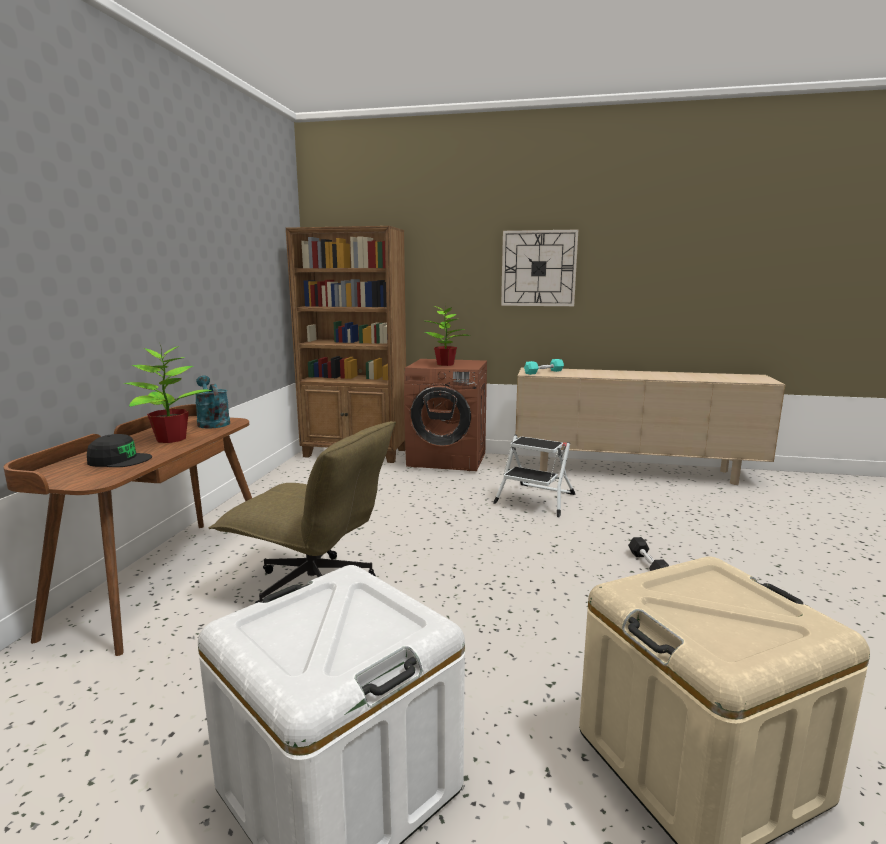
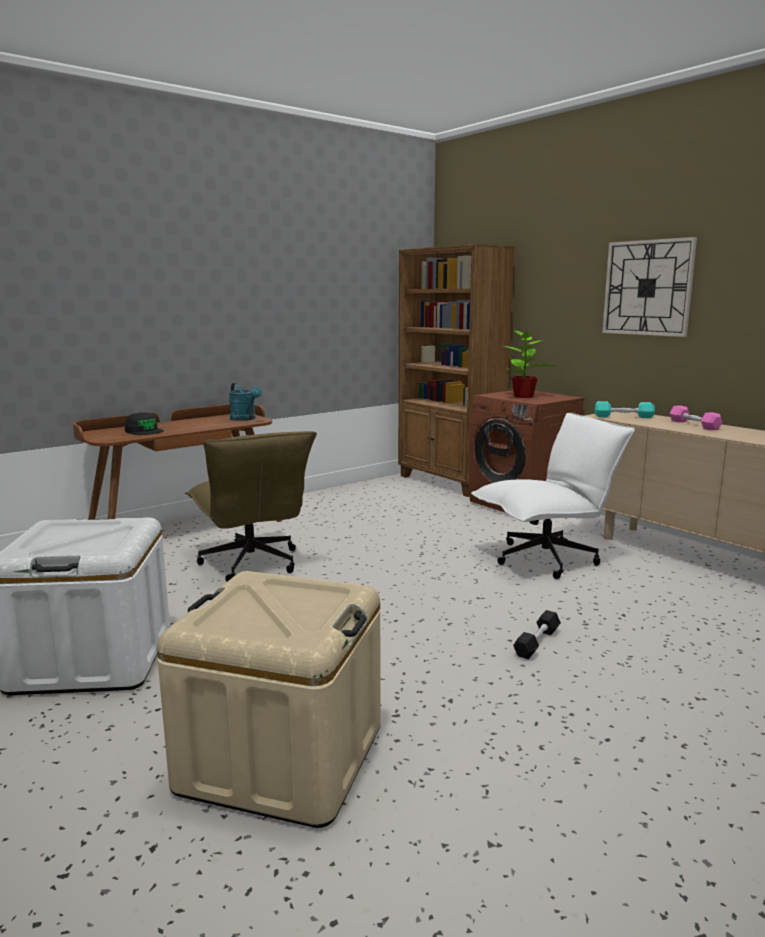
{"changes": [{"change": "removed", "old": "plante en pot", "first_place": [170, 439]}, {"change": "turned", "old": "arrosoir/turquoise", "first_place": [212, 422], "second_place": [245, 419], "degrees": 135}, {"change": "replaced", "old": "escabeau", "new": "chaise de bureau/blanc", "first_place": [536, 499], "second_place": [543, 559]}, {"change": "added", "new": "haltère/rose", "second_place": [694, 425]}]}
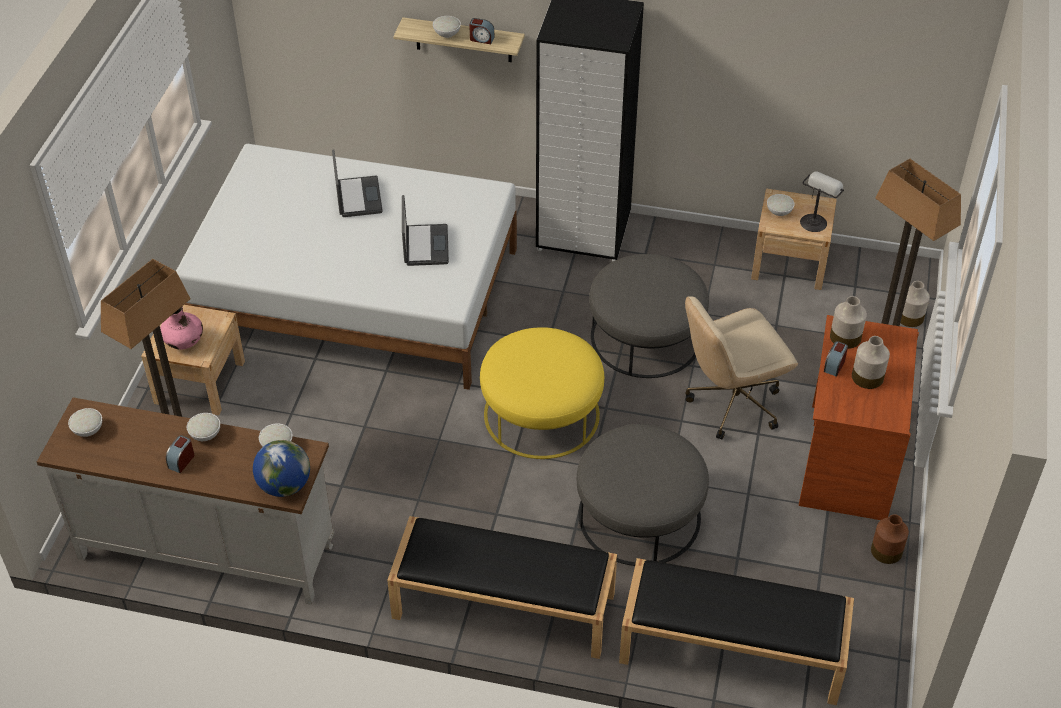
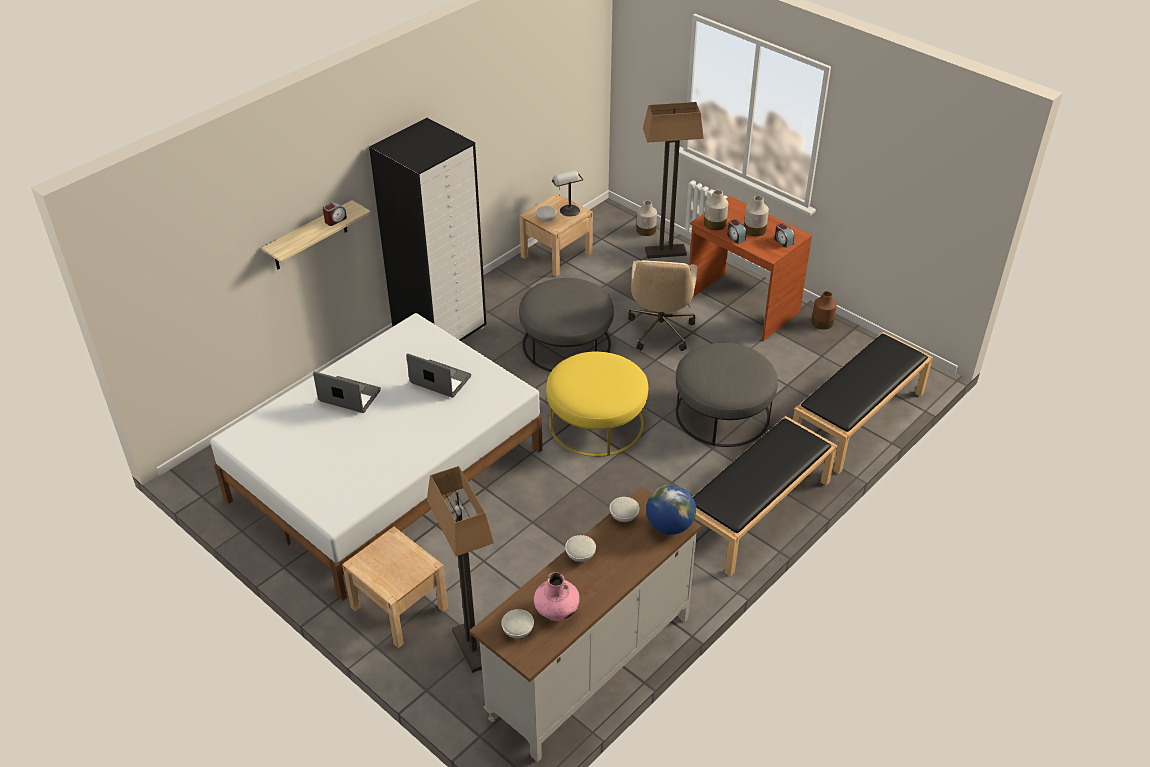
{"changes": [{"change": "moved", "old": "vase/rose", "first_place": [184, 342], "second_place": [556, 610]}, {"change": "moved", "old": "réveil", "first_place": [181, 461], "second_place": [783, 241]}, {"change": "removed", "old": "bol/blanc", "first_place": [446, 34]}]}
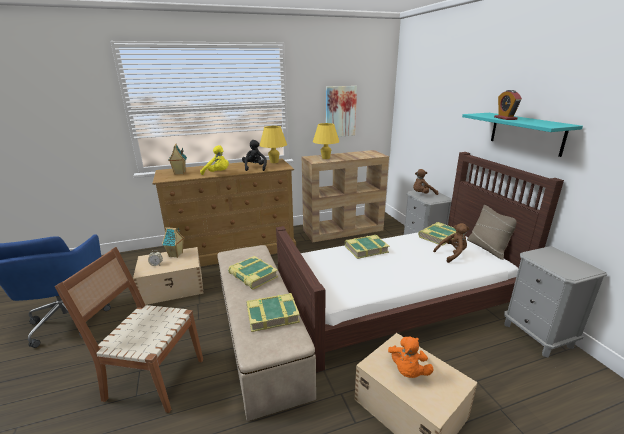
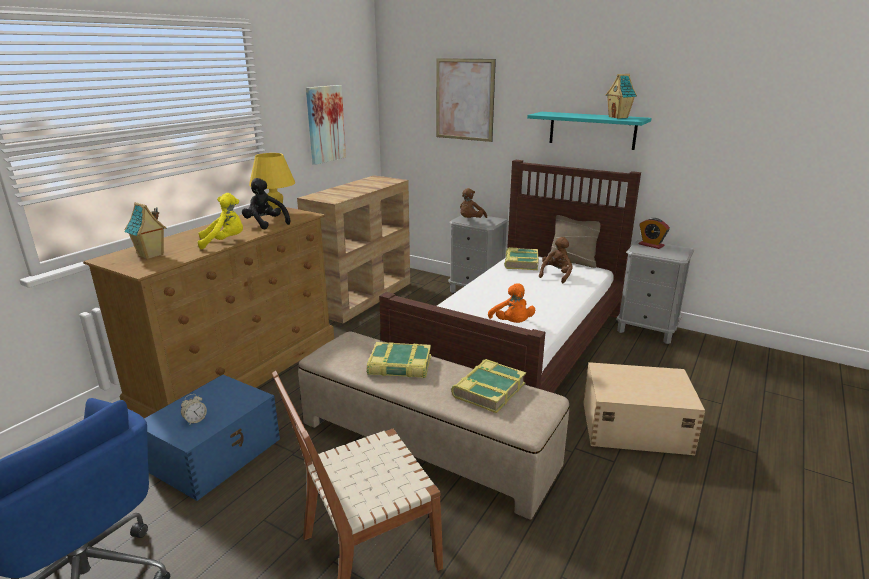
{"changes": [{"change": "recoloured", "old": "boîte de rangement/beige", "new": "boîte de rangement/bleu", "first_place": [173, 287], "second_place": [216, 453]}, {"change": "moved", "old": "maison miniature", "first_place": [176, 255], "second_place": [618, 117]}, {"change": "removed", "old": "lampe de table/jaune", "first_place": [325, 158]}, {"change": "removed", "old": "livre", "first_place": [366, 249]}, {"change": "moved", "old": "peluche/orange", "first_place": [408, 371], "second_place": [512, 324]}, {"change": "moved", "old": "réveil", "first_place": [505, 118], "second_place": [651, 245]}, {"change": "added", "new": "tableau", "second_place": [464, 100]}]}
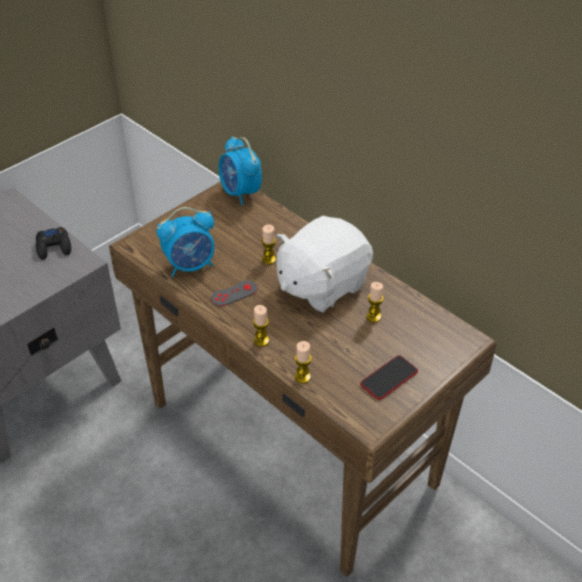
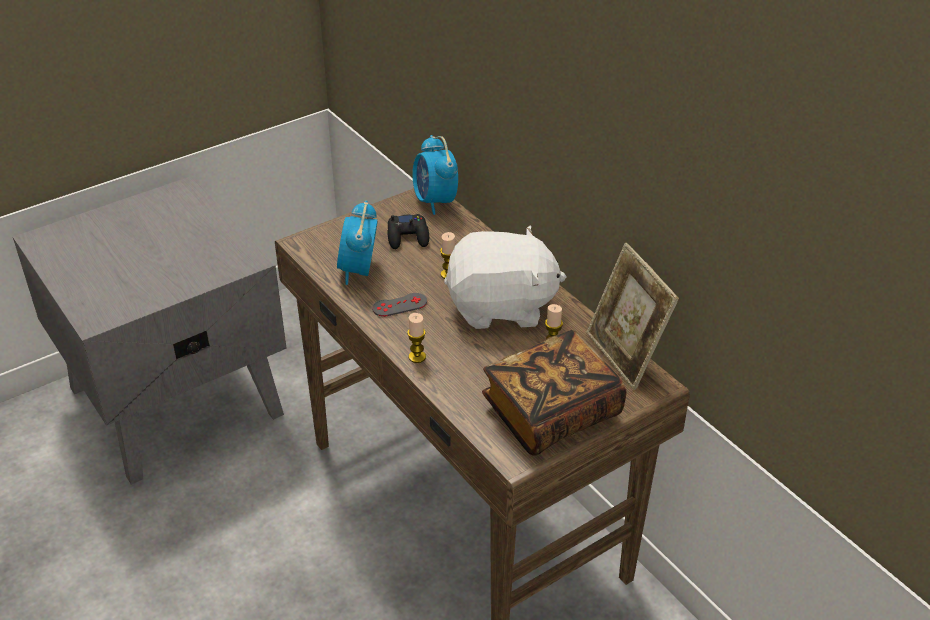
{"changes": [{"change": "moved", "old": "manette/noir", "first_place": [54, 247], "second_place": [408, 236]}, {"change": "turned", "old": "réveil", "first_place": [190, 265], "second_place": [359, 271], "degrees": 105}, {"change": "turned", "old": "peluche/blanc", "first_place": [321, 285], "second_place": [501, 307], "degrees": -150}, {"change": "removed", "old": "bougie", "first_place": [302, 377]}, {"change": "replaced", "old": "téléphone", "new": "livre", "first_place": [389, 378], "second_place": [551, 413]}, {"change": "added", "new": "cadre photo", "second_place": [625, 356]}]}
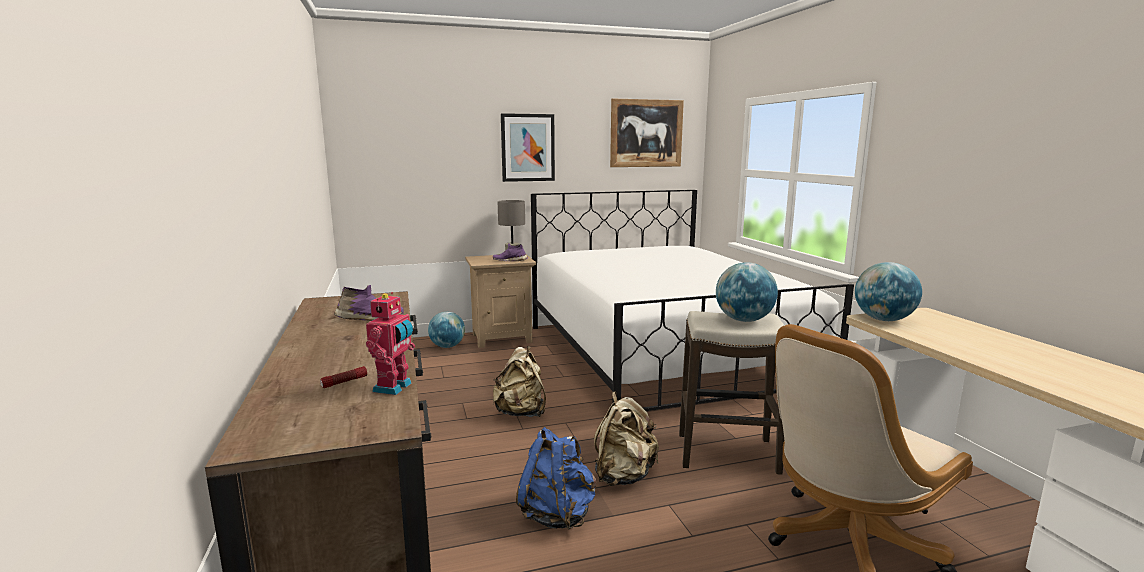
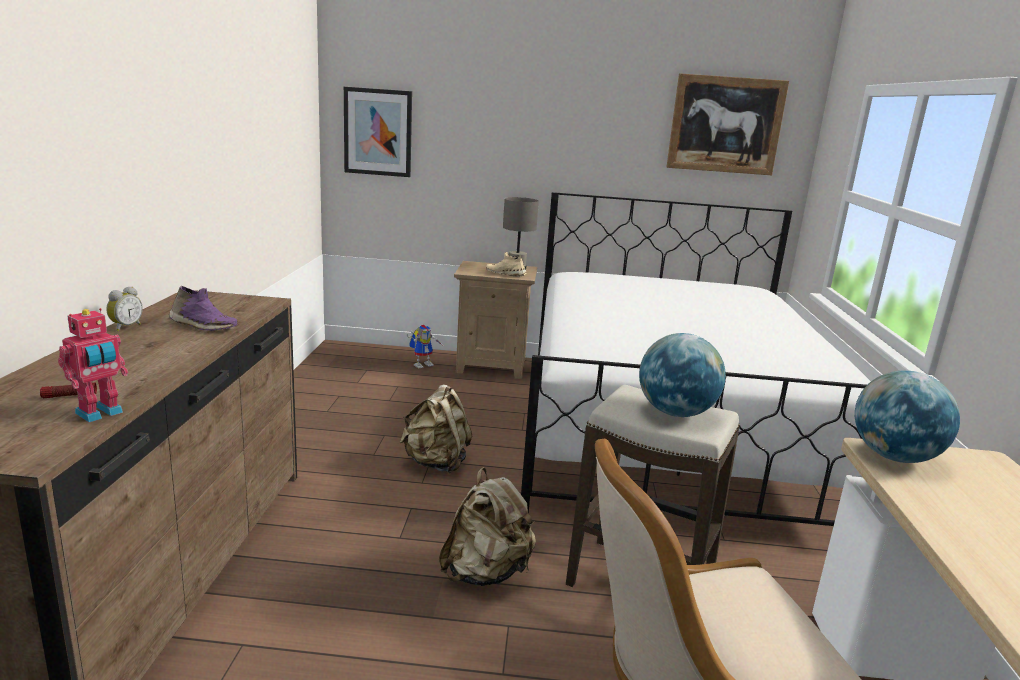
{"changes": [{"change": "replaced", "old": "globe", "new": "robot jouet", "first_place": [447, 346], "second_place": [423, 364]}, {"change": "recoloured", "old": "chaussure/violet", "new": "chaussure/beige", "first_place": [510, 260], "second_place": [506, 274]}, {"change": "moved", "old": "tableau", "first_place": [528, 147], "second_place": [378, 132]}, {"change": "removed", "old": "sac à dos/bleu", "first_place": [557, 514]}, {"change": "added", "new": "réveil", "second_place": [125, 327]}]}
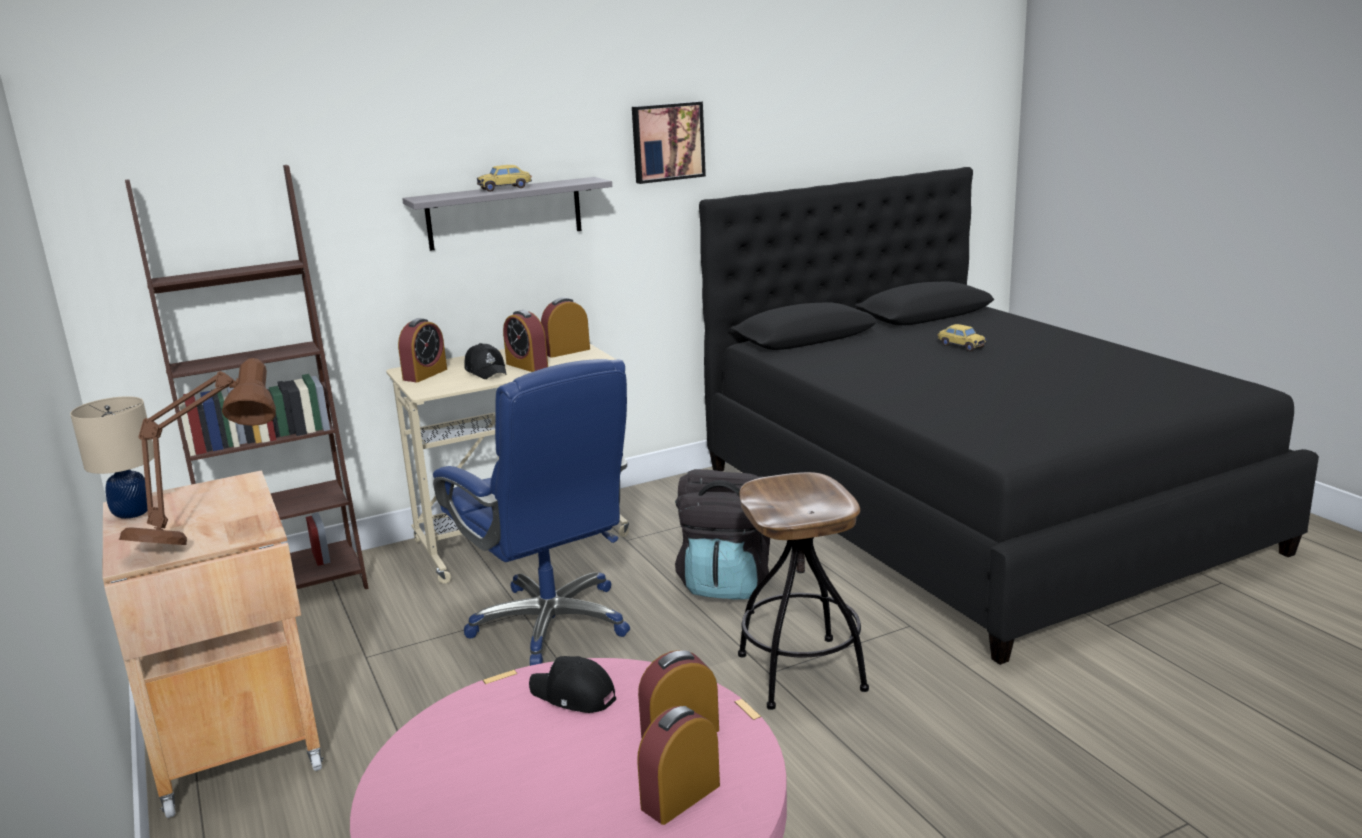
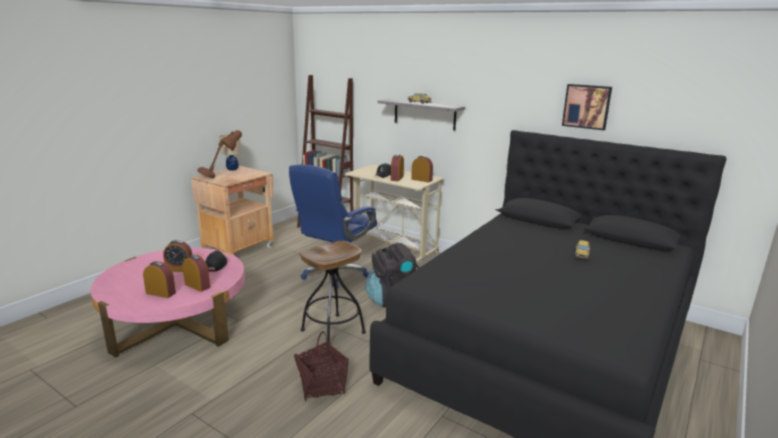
{"changes": [{"change": "moved", "old": "réveil", "first_place": [425, 374], "second_place": [179, 269]}, {"change": "moved", "old": "tableau", "first_place": [667, 142], "second_place": [586, 106]}, {"change": "added", "new": "panier", "second_place": [322, 385]}]}
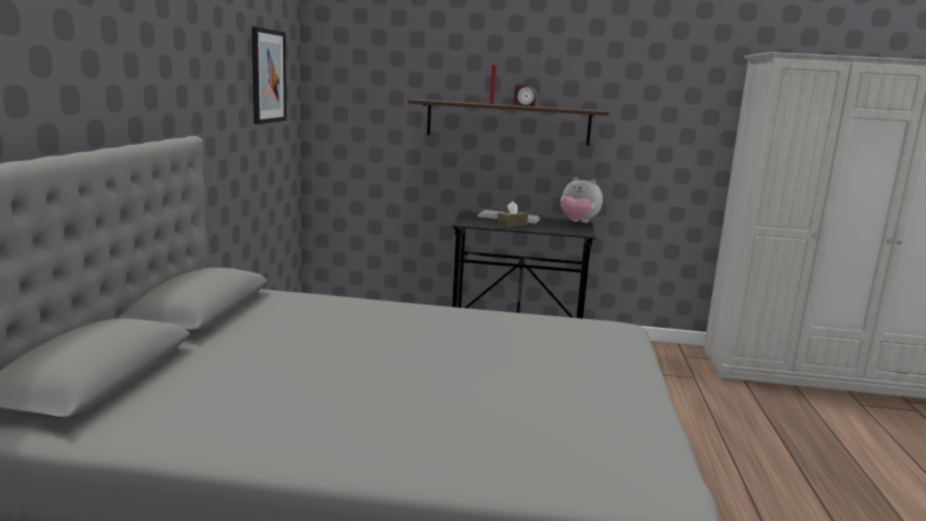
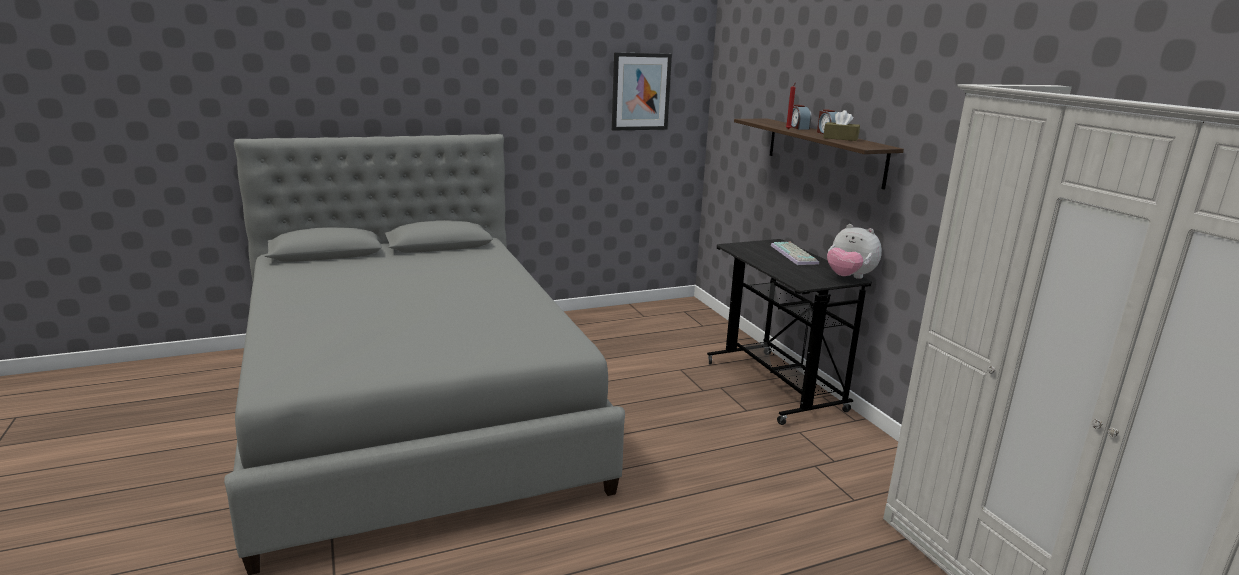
{"changes": [{"change": "moved", "old": "boîte à mouchoirs/marron", "first_place": [512, 225], "second_place": [840, 138]}, {"change": "turned", "old": "peluche", "first_place": [578, 222], "second_place": [849, 277], "degrees": -45}, {"change": "added", "new": "réveil", "second_place": [798, 127]}]}
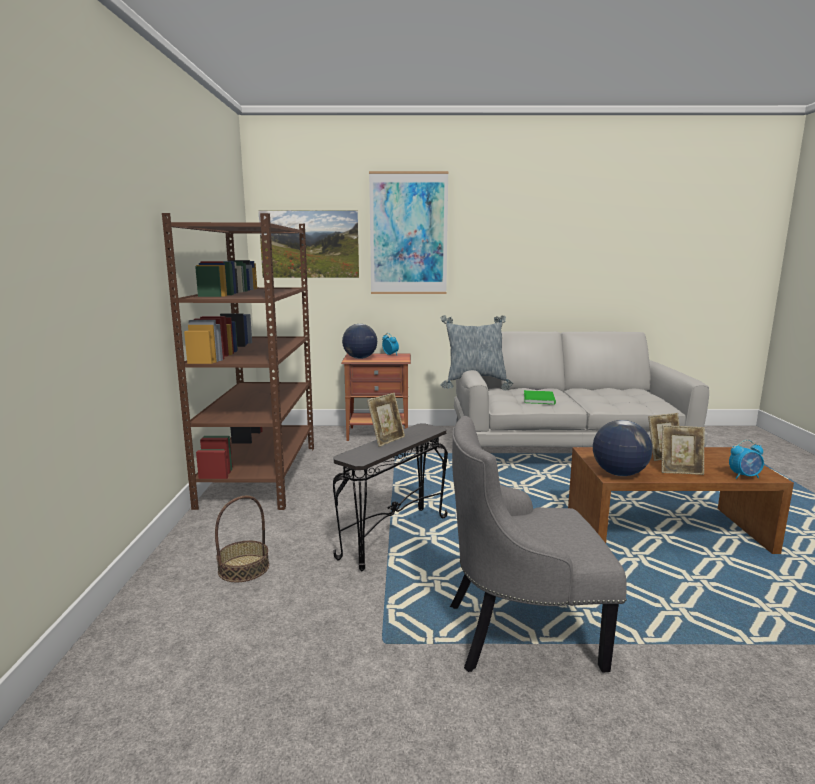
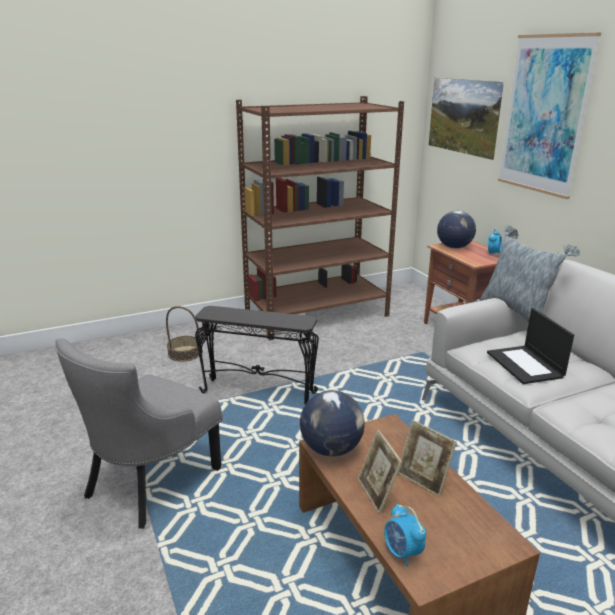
{"changes": [{"change": "removed", "old": "cadre photo", "first_place": [386, 440]}, {"change": "turned", "old": "fauteuil/gris", "first_place": [524, 633], "second_place": [153, 480], "degrees": -120}, {"change": "replaced", "old": "livre/vert", "new": "ordinateur portable", "first_place": [540, 398], "second_place": [525, 365]}]}
